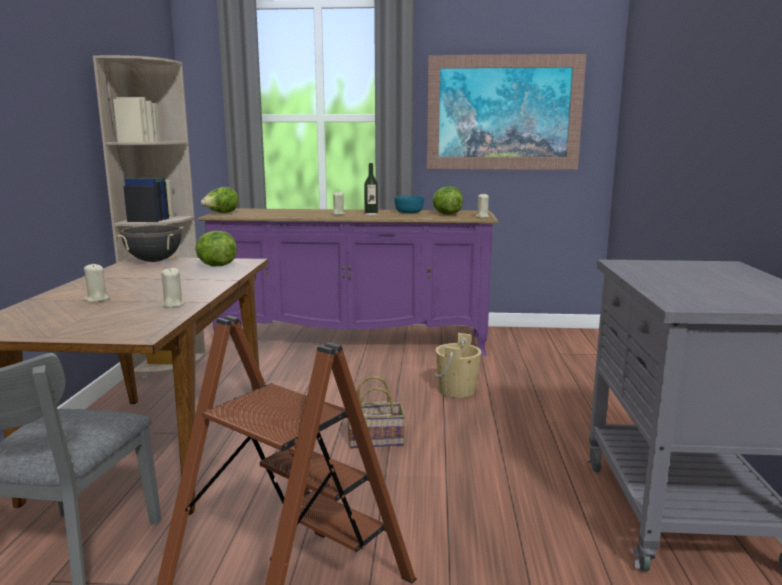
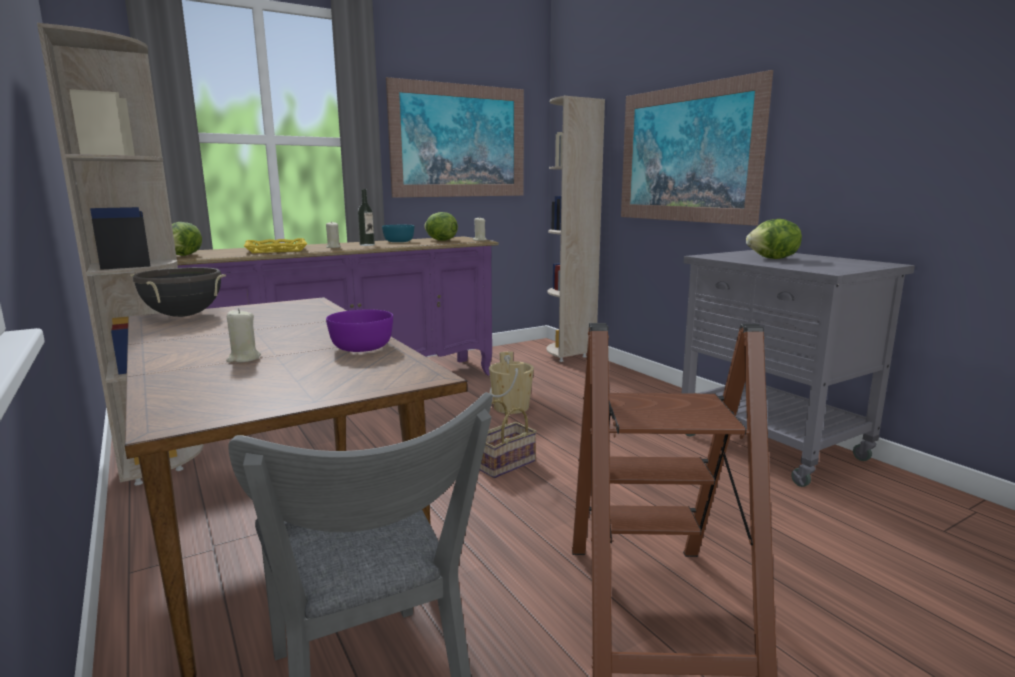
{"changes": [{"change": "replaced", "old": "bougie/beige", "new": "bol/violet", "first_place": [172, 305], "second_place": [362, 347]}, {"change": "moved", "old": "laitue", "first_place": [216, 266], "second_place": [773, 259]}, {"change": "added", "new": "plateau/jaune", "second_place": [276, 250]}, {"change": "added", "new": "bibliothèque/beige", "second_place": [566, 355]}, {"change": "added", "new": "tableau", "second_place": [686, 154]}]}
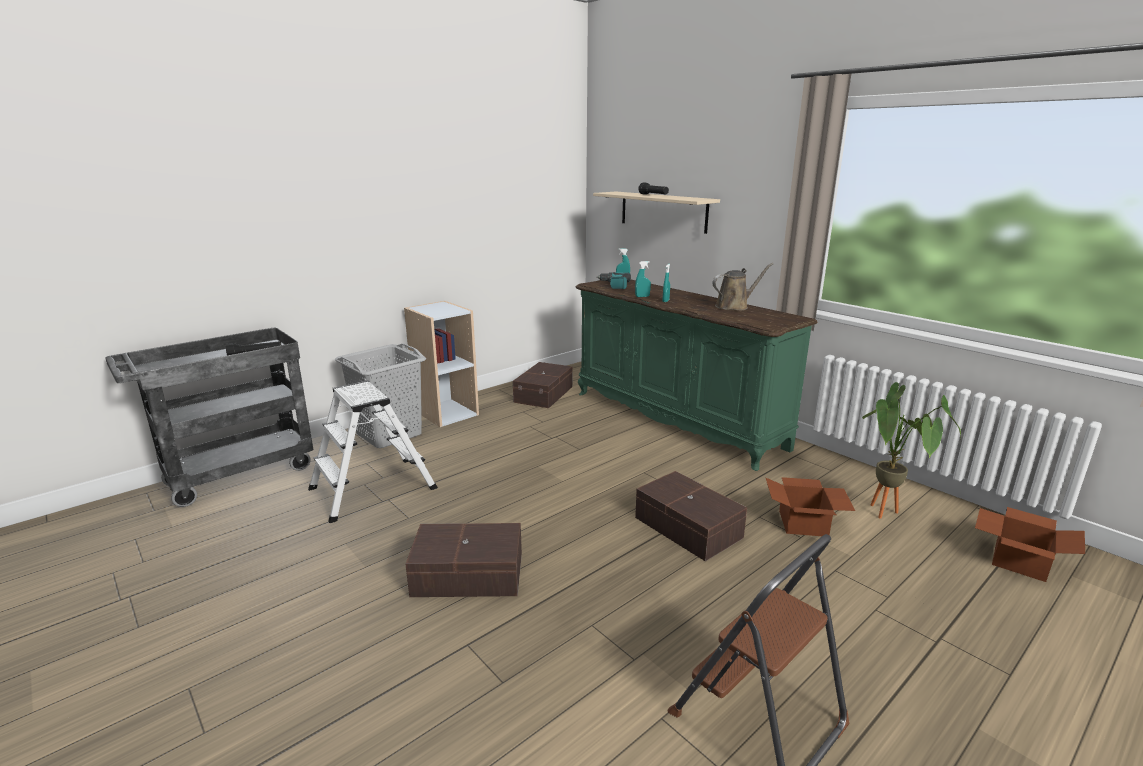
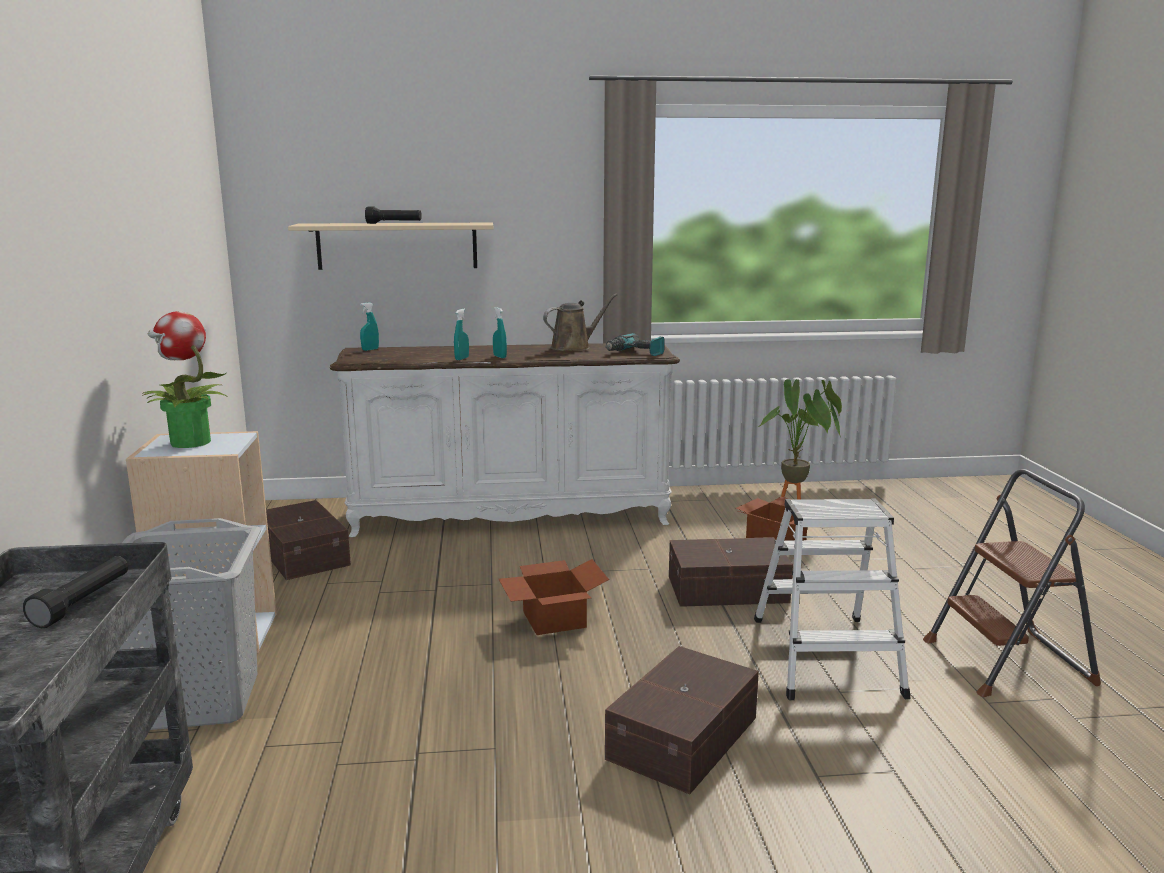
{"changes": [{"change": "moved", "old": "escabeau/blanc", "first_place": [373, 488], "second_place": [825, 655]}, {"change": "recoloured", "old": "meuble de rangement/vert", "new": "meuble de rangement/blanc", "first_place": [673, 420], "second_place": [511, 517]}, {"change": "moved", "old": "perceuse", "first_place": [614, 285], "second_place": [635, 353]}, {"change": "turned", "old": "arrosoir/marron", "first_place": [734, 306], "second_place": [574, 347], "degrees": 45}, {"change": "moved", "old": "carton", "first_place": [1017, 560], "second_place": [552, 619]}, {"change": "added", "new": "plante en pot", "second_place": [189, 442]}]}
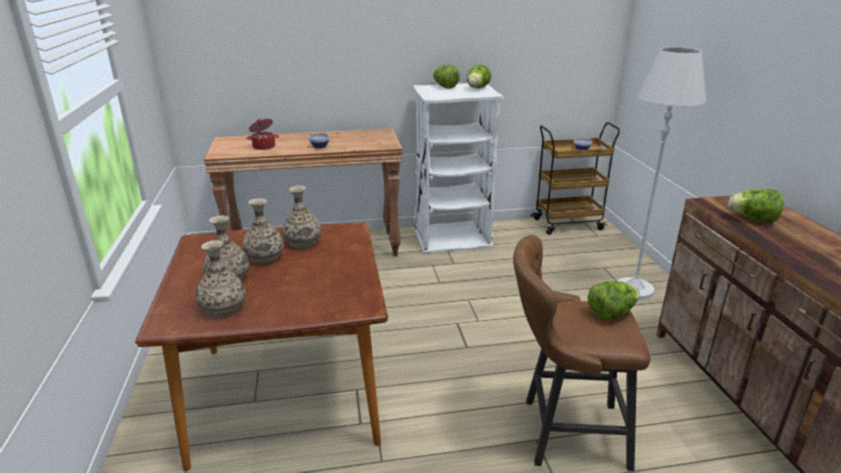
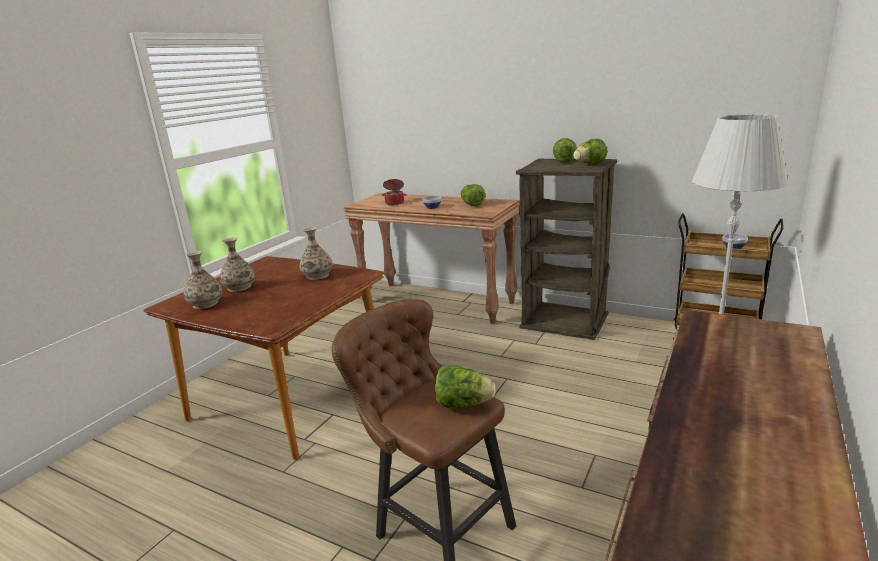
{"changes": [{"change": "removed", "old": "vase", "first_place": [265, 257]}, {"change": "recoloured", "old": "bibliothèque/blanc", "new": "bibliothèque/marron", "first_place": [452, 237], "second_place": [565, 321]}, {"change": "moved", "old": "laitue", "first_place": [753, 220], "second_place": [471, 204]}]}
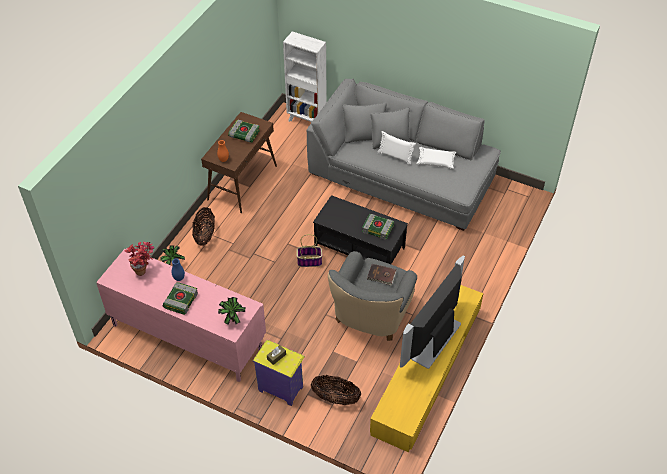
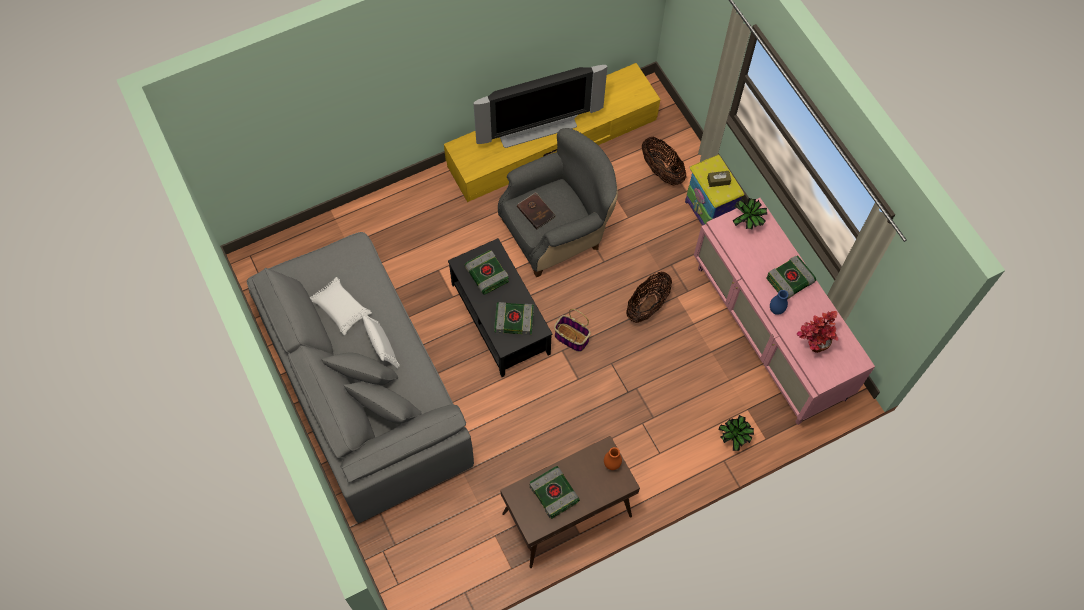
{"changes": [{"change": "moved", "old": "panier", "first_place": [205, 235], "second_place": [647, 306]}, {"change": "removed", "old": "bibliothèque/blanc", "first_place": [307, 120]}, {"change": "added", "new": "livre", "second_place": [514, 320]}]}
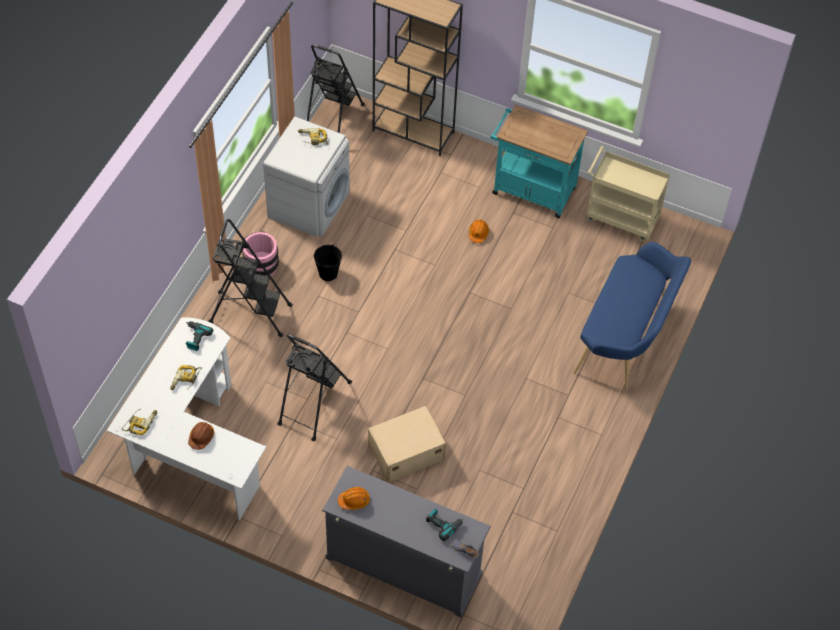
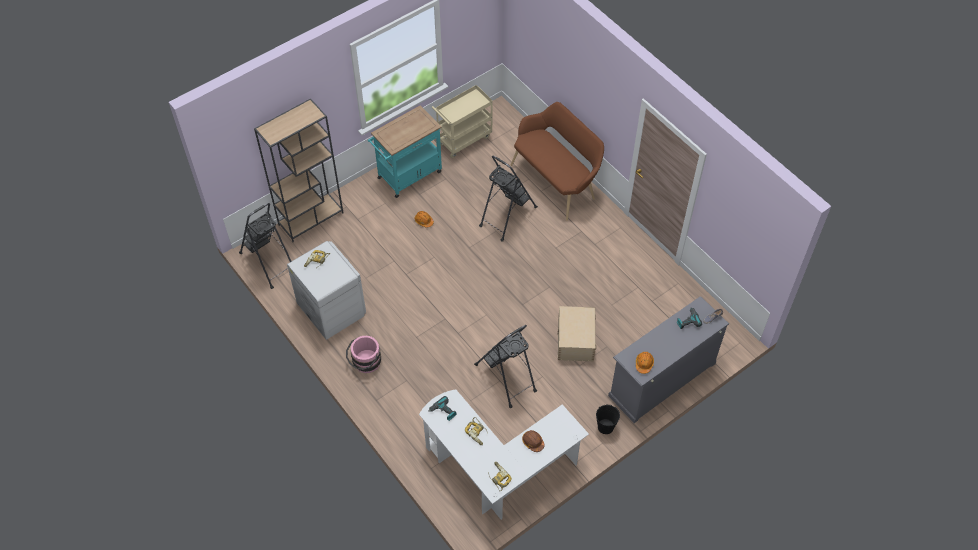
{"changes": [{"change": "moved", "old": "escabeau", "first_place": [249, 313], "second_place": [507, 216]}, {"change": "moved", "old": "seau/noir", "first_place": [328, 273], "second_place": [605, 427]}, {"change": "recoloured", "old": "banc/bleu", "new": "banc/marron", "first_place": [626, 338], "second_place": [556, 181]}]}
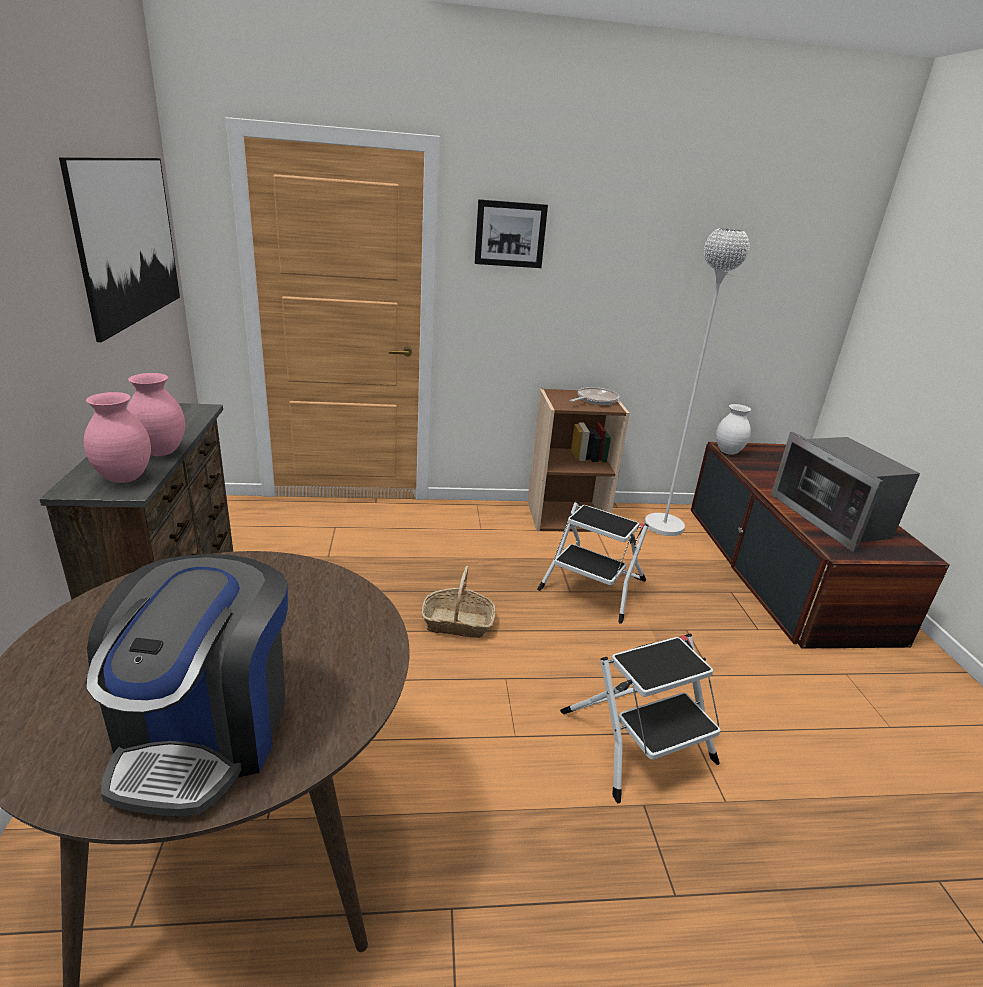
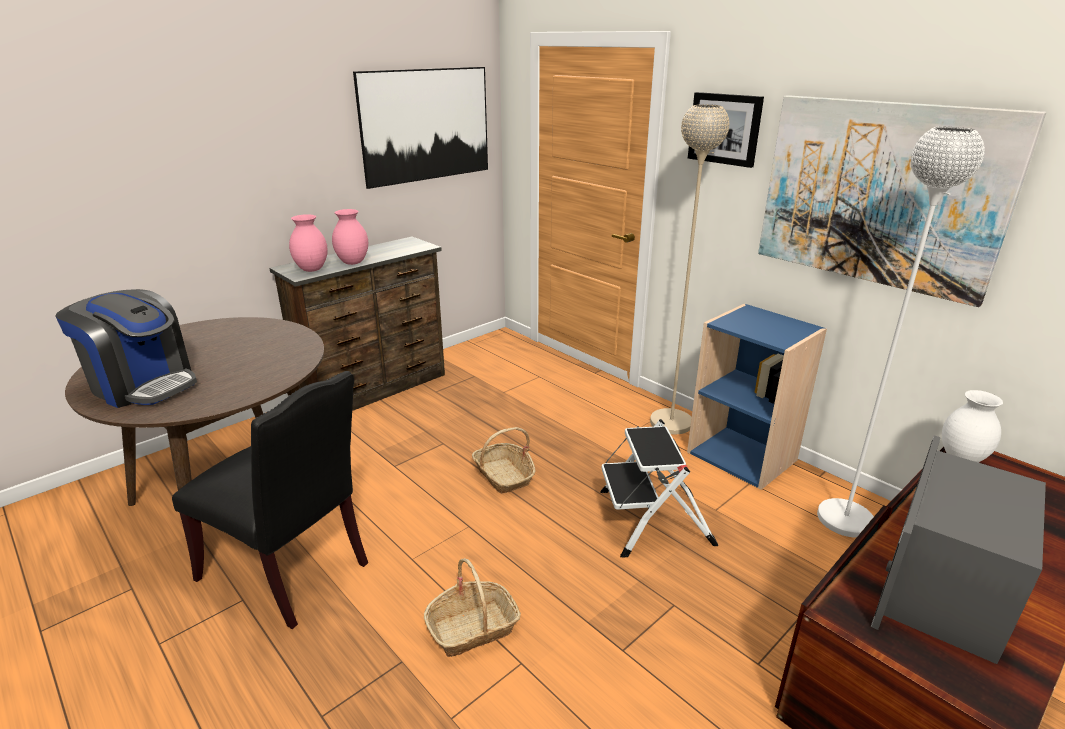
{"changes": [{"change": "turned", "old": "machine à café", "first_place": [206, 731], "second_place": [143, 385], "degrees": -120}, {"change": "recoloured", "old": "bibliothèque/marron", "new": "bibliothèque/bleu", "first_place": [567, 516], "second_place": [743, 456]}, {"change": "replaced", "old": "escabeau", "new": "panier", "first_place": [636, 739], "second_place": [473, 628]}, {"change": "removed", "old": "poêle", "first_place": [595, 400]}, {"change": "added", "new": "chaise/noir", "second_place": [291, 571]}, {"change": "added", "new": "lampadaire/beige", "second_place": [671, 422]}, {"change": "added", "new": "tableau", "second_place": [879, 194]}]}
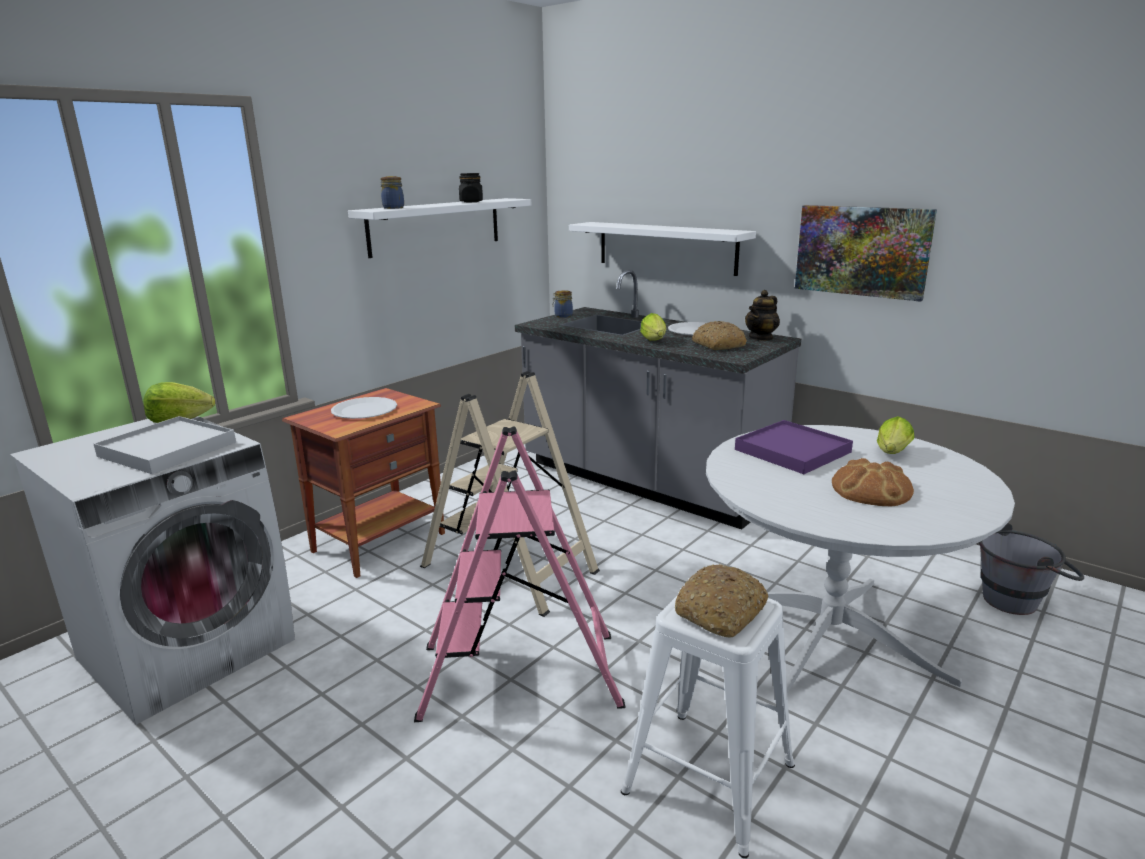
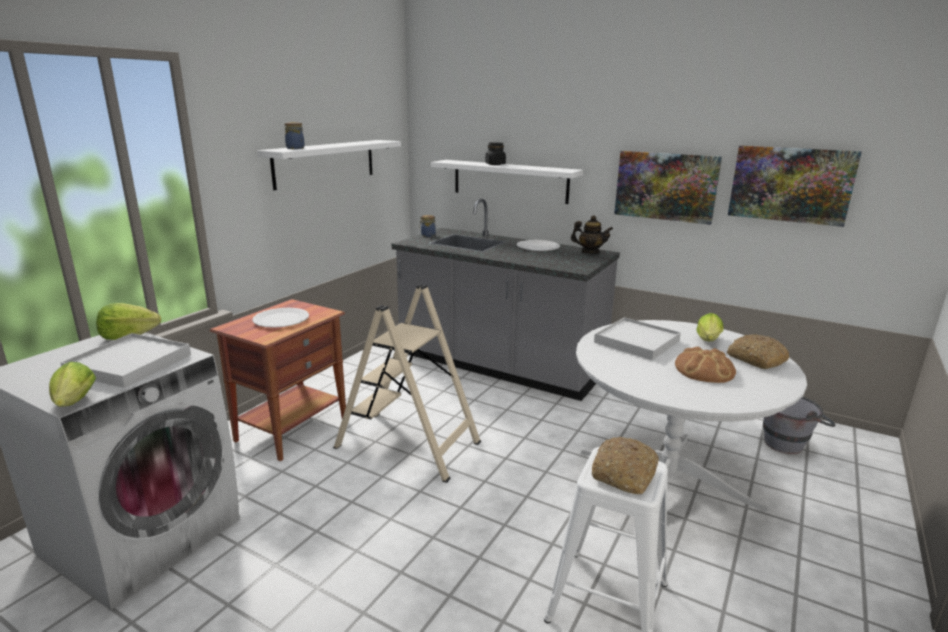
{"changes": [{"change": "removed", "old": "escabeau/rose", "first_place": [522, 673]}, {"change": "moved", "old": "bocal/noir", "first_place": [471, 202], "second_place": [495, 164]}, {"change": "moved", "old": "laitue", "first_place": [655, 341], "second_place": [74, 404]}, {"change": "moved", "old": "pain", "first_place": [717, 345], "second_place": [755, 359]}, {"change": "recoloured", "old": "plateau/violet", "new": "plateau/blanc", "first_place": [792, 451], "second_place": [636, 341]}, {"change": "turned", "old": "théière", "first_place": [761, 338], "second_place": [590, 252], "degrees": -105}, {"change": "added", "new": "tableau", "second_place": [790, 184]}]}
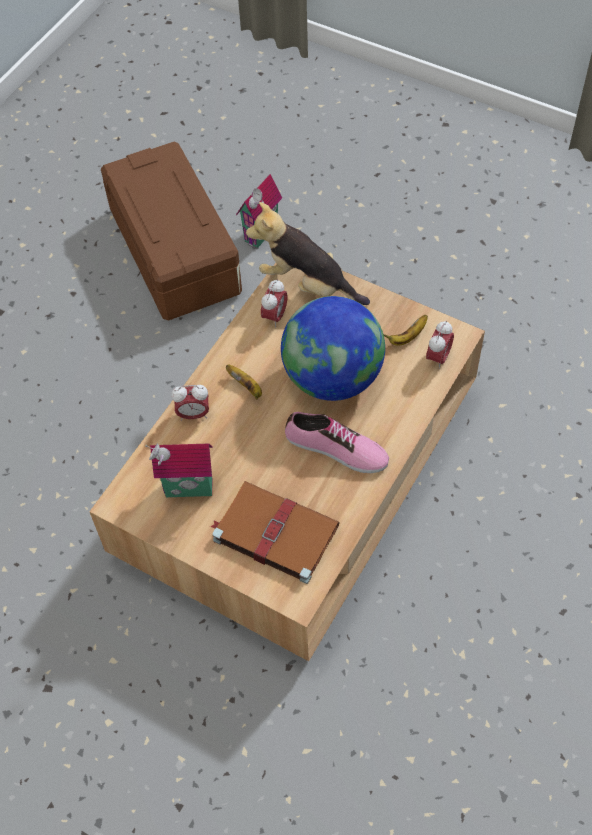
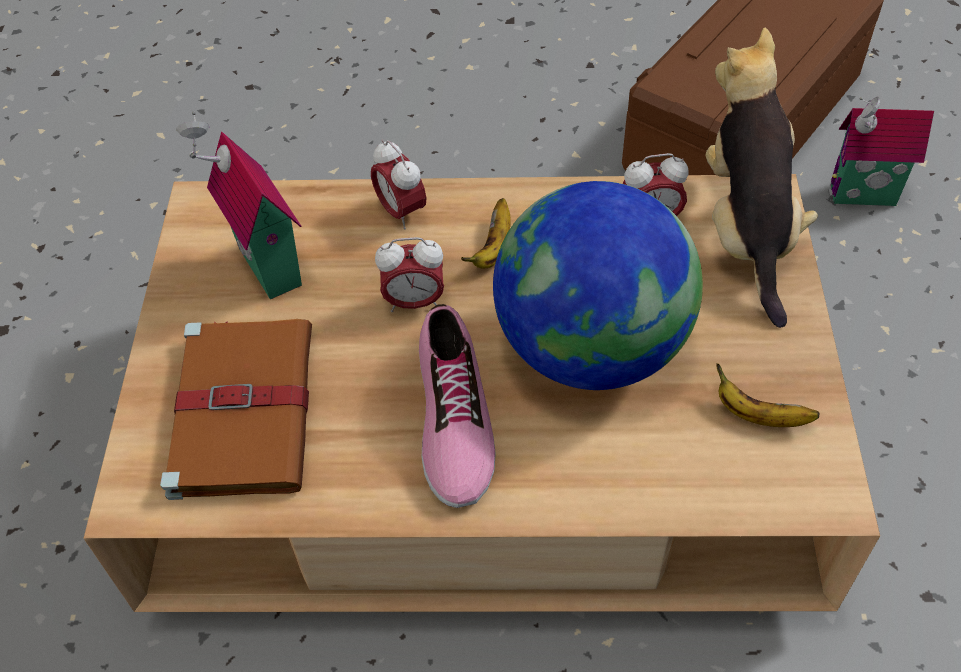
{"changes": [{"change": "moved", "old": "réveil", "first_place": [438, 358], "second_place": [414, 302]}]}
